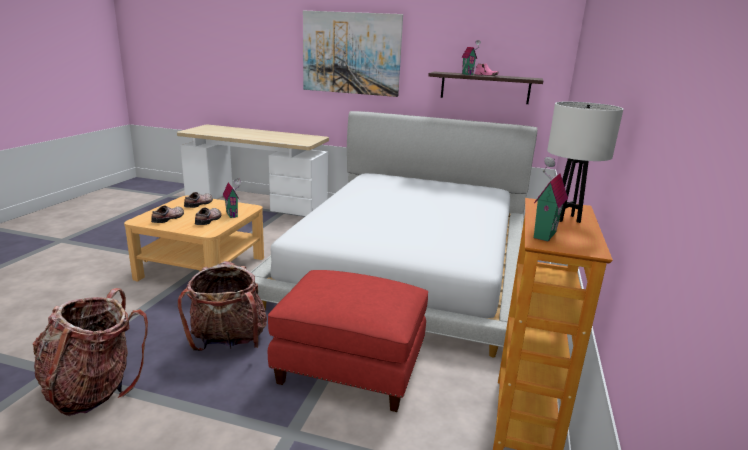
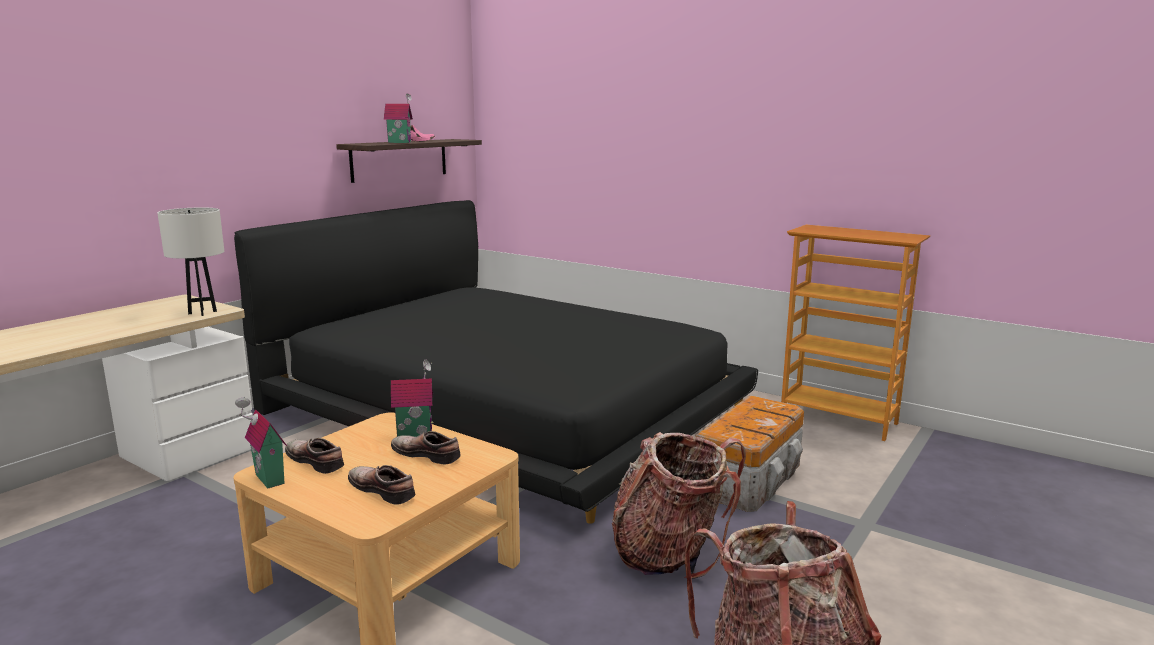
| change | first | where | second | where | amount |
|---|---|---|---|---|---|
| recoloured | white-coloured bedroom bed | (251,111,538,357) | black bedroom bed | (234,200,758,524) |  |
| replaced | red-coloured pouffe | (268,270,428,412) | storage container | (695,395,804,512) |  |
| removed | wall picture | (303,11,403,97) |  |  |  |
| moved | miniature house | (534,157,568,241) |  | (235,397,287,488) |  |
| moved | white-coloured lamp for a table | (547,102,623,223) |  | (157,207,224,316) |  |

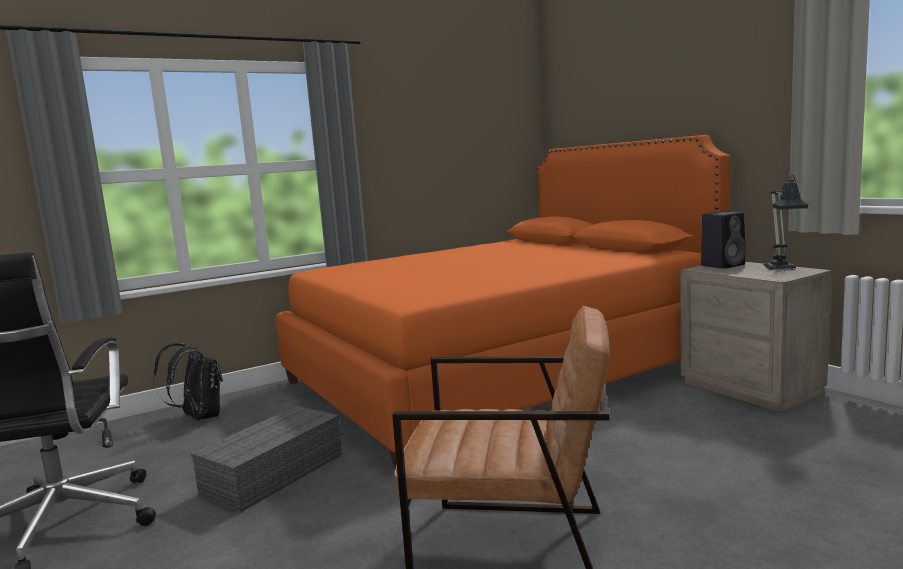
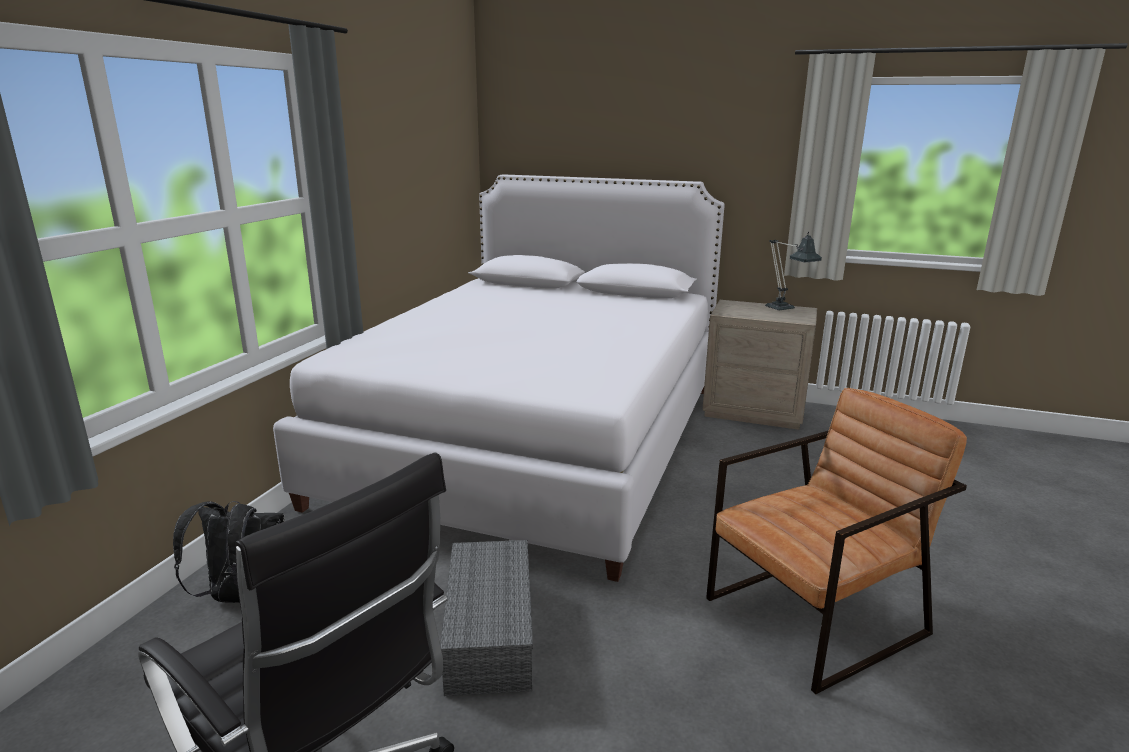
| change | first | where | second | where | amount |
|---|---|---|---|---|---|
| recoloured | orangey bedroom bed | (275,135,730,470) | white-coloured bedroom bed | (273,174,725,582) |  |
| removed | black audio speaker | (701,211,746,269) |  |  |  |

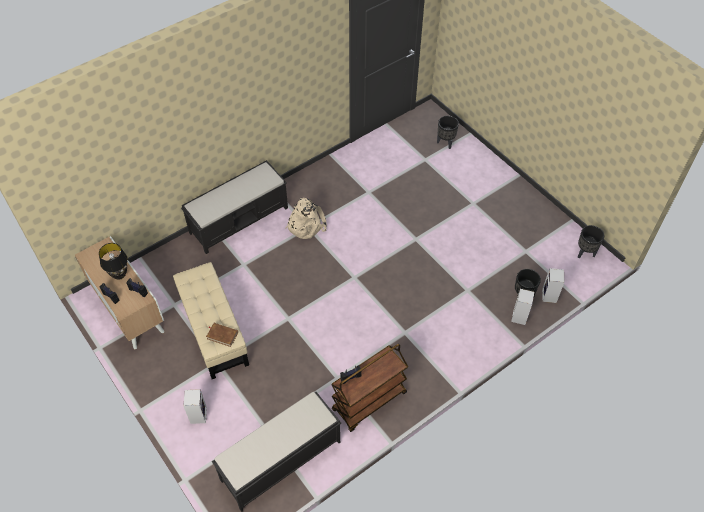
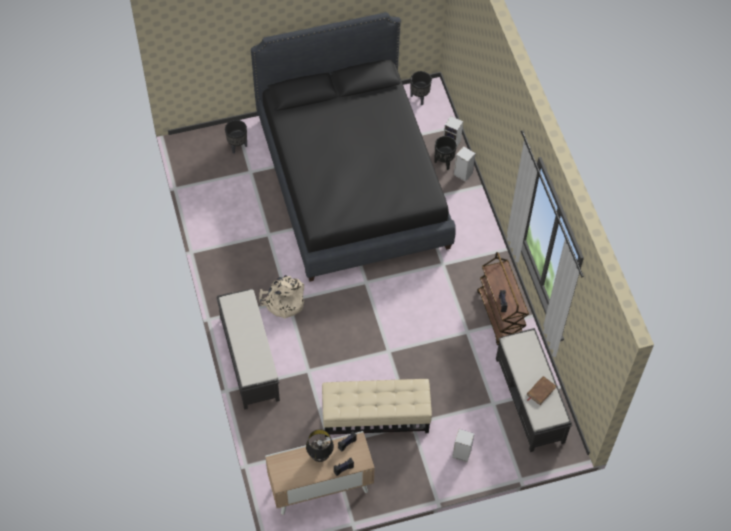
| change | first | where | second | where | amount |
|---|---|---|---|---|---|
| moved | brown-coloured book | (206,323,238,347) |  | (527,376,556,405) |  |
| added |  |  | black bedroom bed | (251,12,456,282) |  |

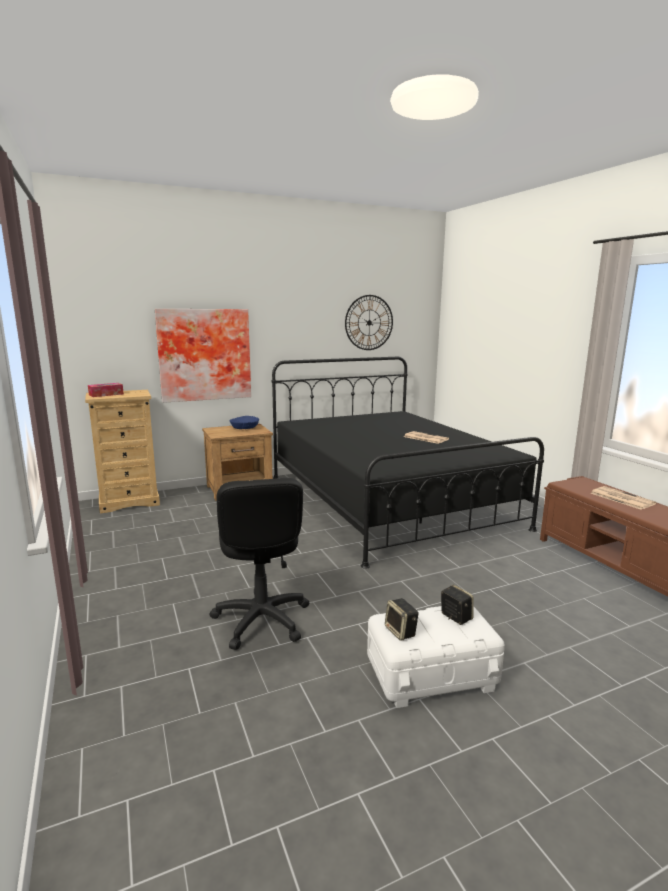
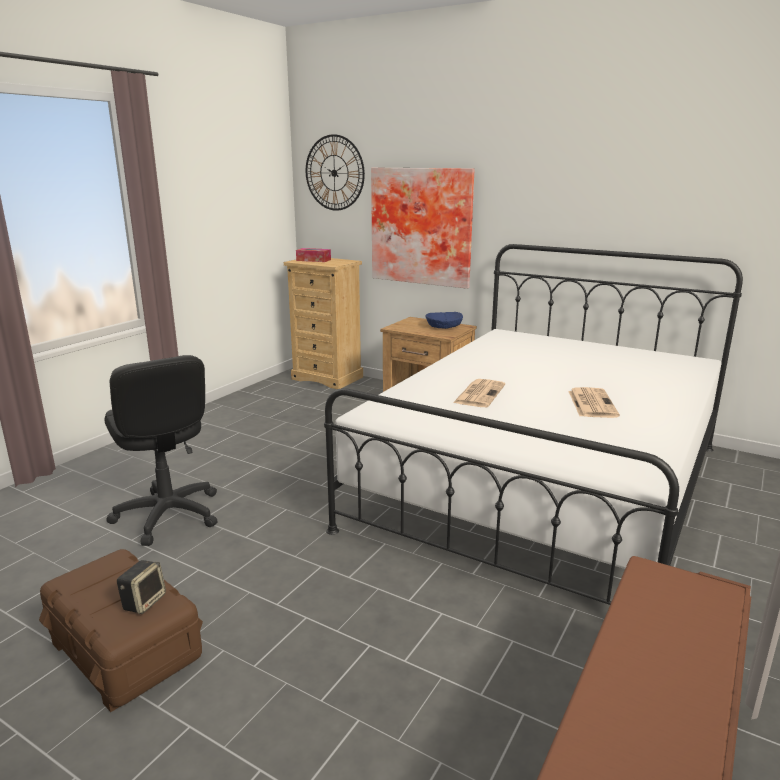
| change | first | where | second | where | amount |
|---|---|---|---|---|---|
| turned | black office chair | (210,478,309,650) |  | (104,355,217,546) | 75 degrees counterclockwise |
| recoloured | black bedroom bed | (272,357,544,569) | white-coloured bedroom bed | (324,244,743,605) |  |
| moved | clock on the wall | (345,295,393,350) |  | (306,134,365,211) |  |
| recoloured | white-coloured storage container | (367,606,505,708) | brown-coloured storage container | (39,549,203,712) |  |
| removed | audio speaker | (385,598,419,641) |  |  |  |
| moved | printed paper | (591,486,657,510) |  | (453,379,505,407) |  |

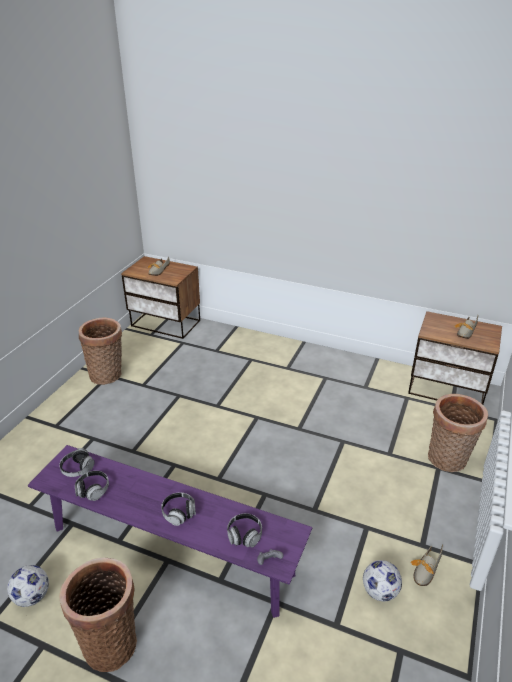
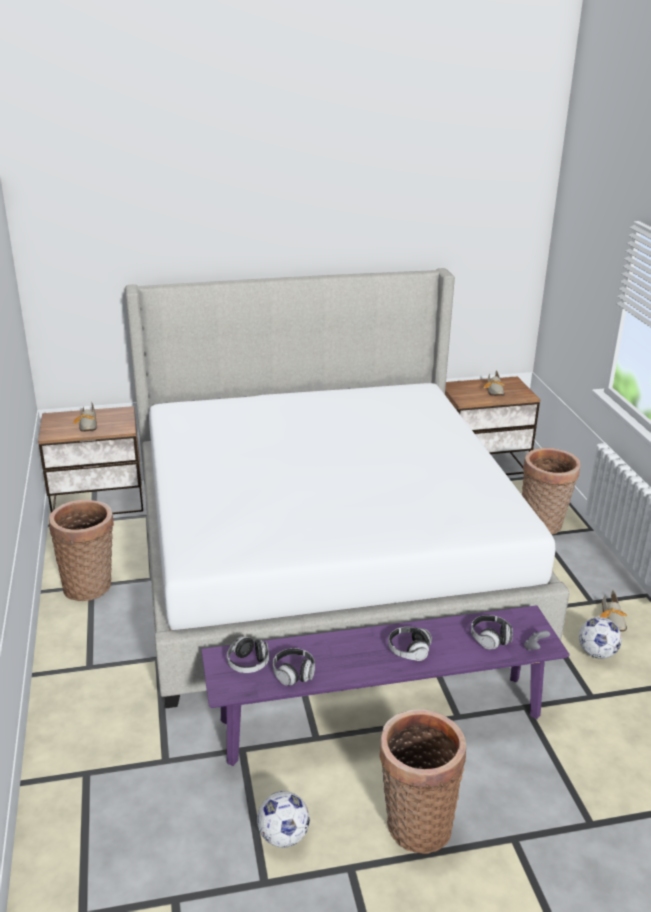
| change | first | where | second | where | amount |
|---|---|---|---|---|---|
| added |  |  | bedroom bed | (125,268,570,708) |  |

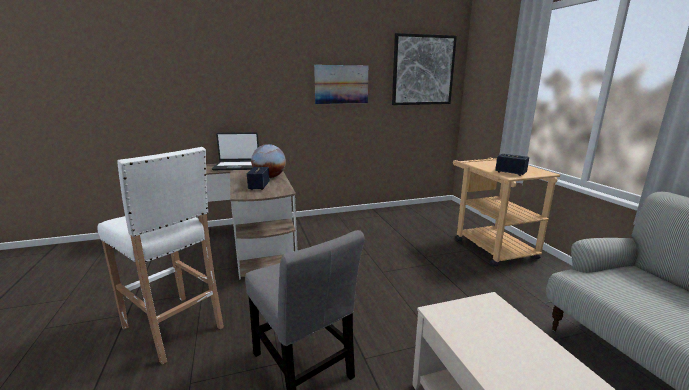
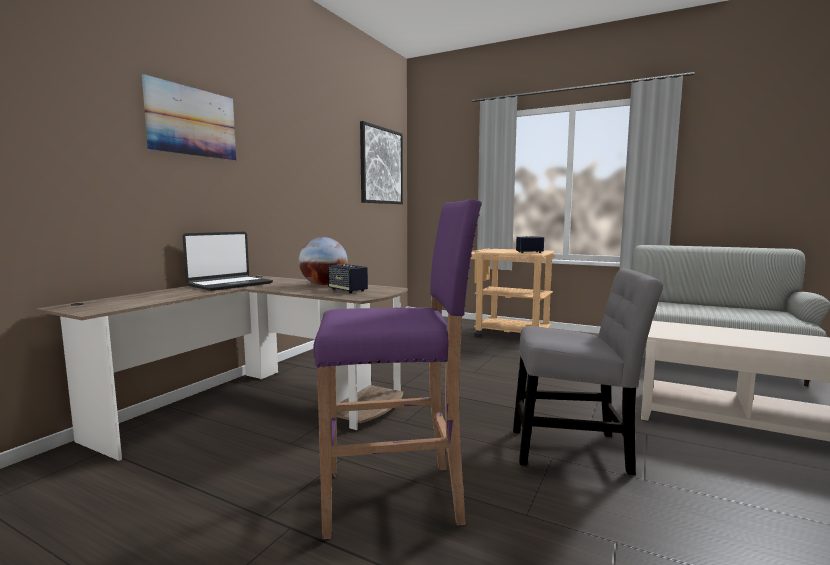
| change | first | where | second | where | amount |
|---|---|---|---|---|---|
| recoloured | white-coloured stool seat | (97,147,224,365) | purple-coloured stool seat | (313,199,482,539) |  |
| moved | wall picture | (314,65,368,104) |  | (142,74,236,161) |  |

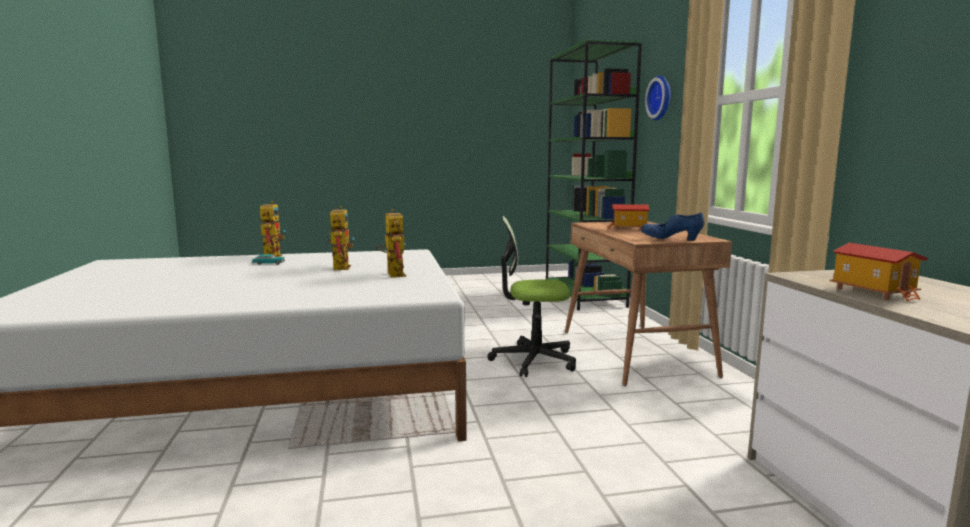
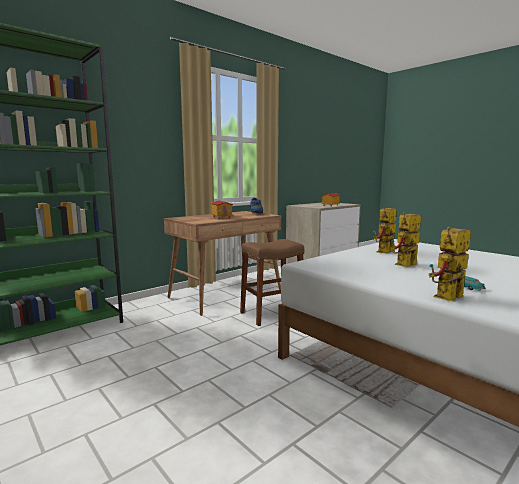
| change | first | where | second | where | amount |
|---|---|---|---|---|---|
| replaced | office chair | (487,216,576,377) | brown-coloured stool seat | (240,239,304,326) |  |
| removed | clock on the wall | (645,75,671,120) |  |  |  |

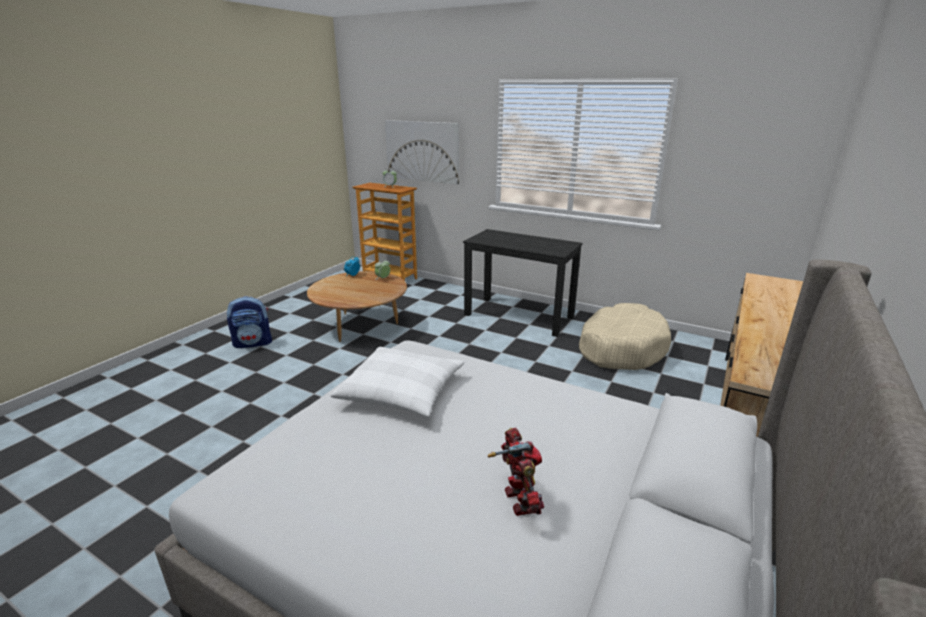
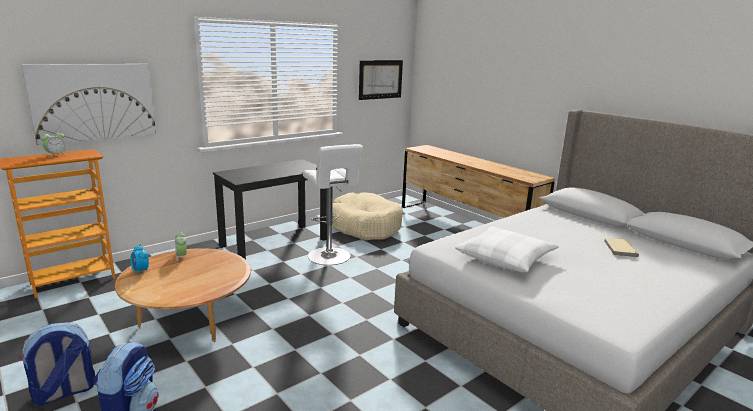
| change | first | where | second | where | amount |
|---|---|---|---|---|---|
| replaced | model robot | (488,428,544,516) | beige book | (604,238,639,257) |  |
| added |  |  | backpack | (19,323,95,405) |  |
| added |  |  | white-coloured stool seat | (302,144,363,265) |  |
| added |  |  | wall picture | (359,60,403,100) |  |

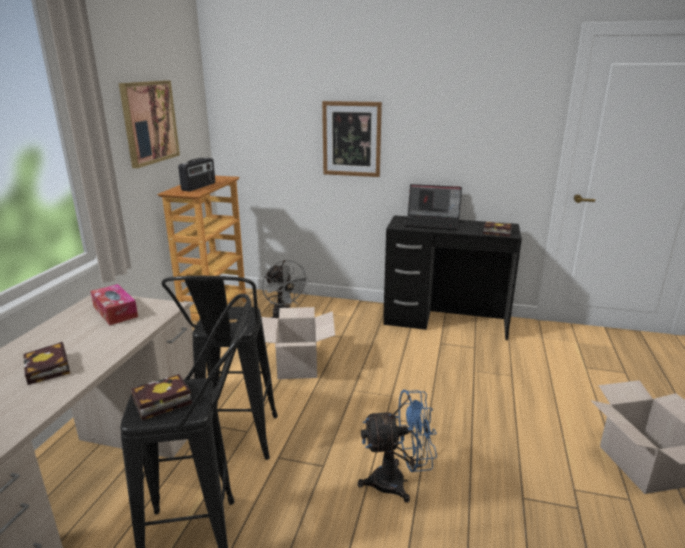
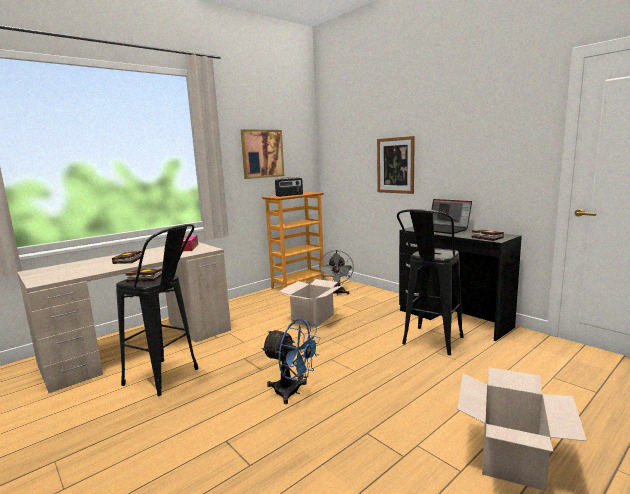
| change | first | where | second | where | amount |
|---|---|---|---|---|---|
| moved | black stool seat | (161,276,278,460) |  | (397,209,464,355) |  |

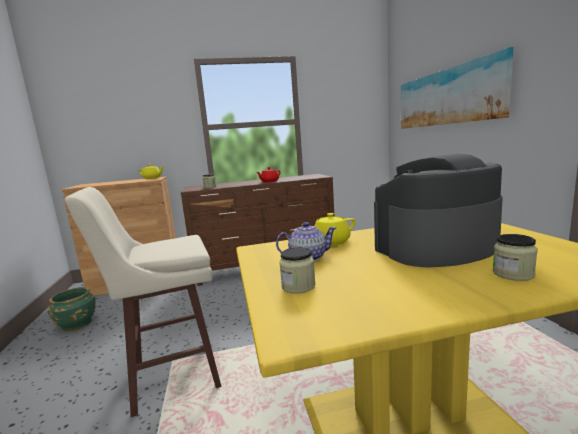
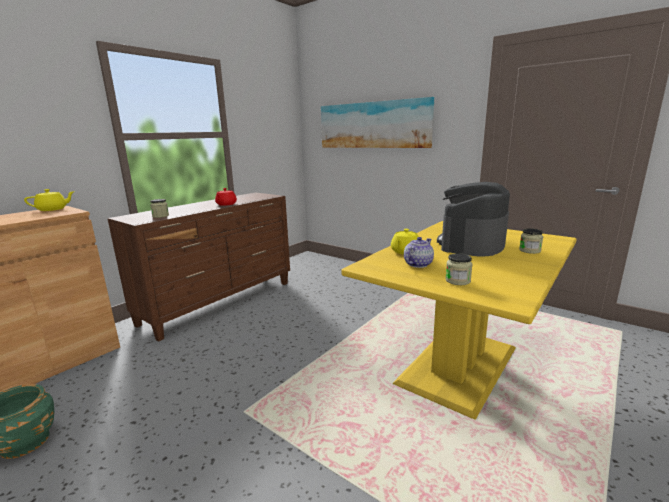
| change | first | where | second | where | amount |
|---|---|---|---|---|---|
| removed | beige stool seat | (65,187,221,417) |  |  |  |

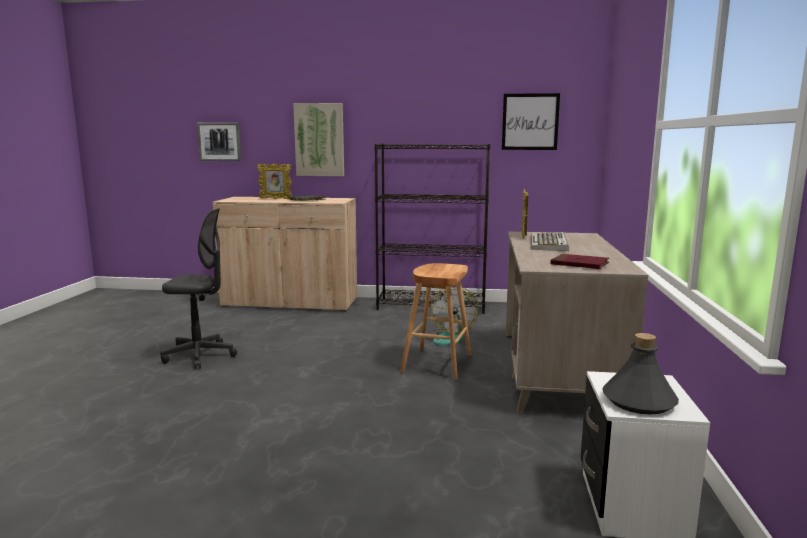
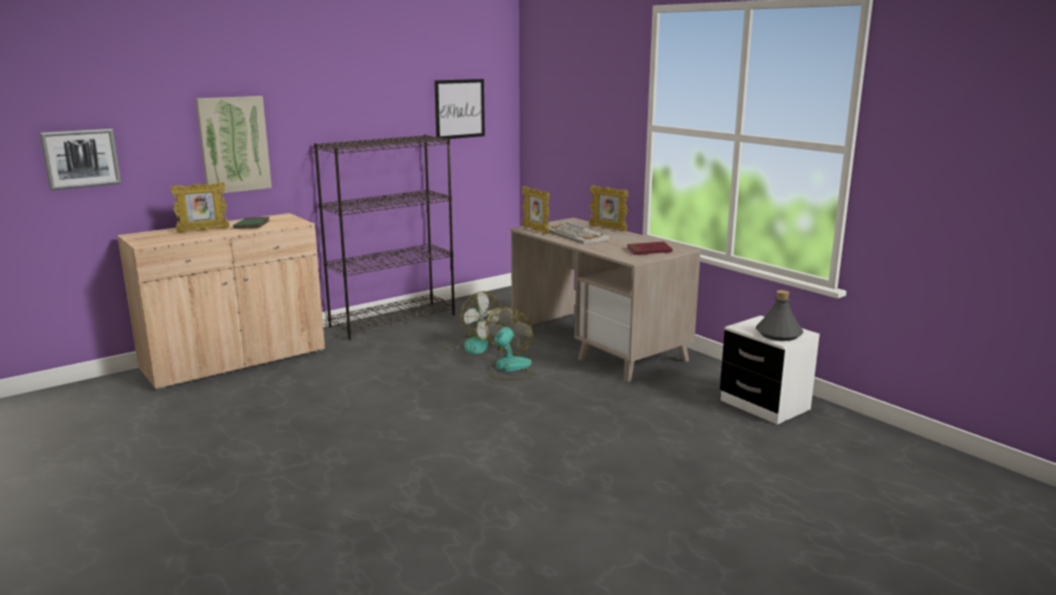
| change | first | where | second | where | amount |
|---|---|---|---|---|---|
| removed | greyish office chair | (160,208,237,369) |  |  |  |
| replaced | brown-coloured stool seat | (400,263,472,380) | electric fan | (485,308,535,380) |  |
| added |  |  | standing frame | (589,185,628,231) |  |

